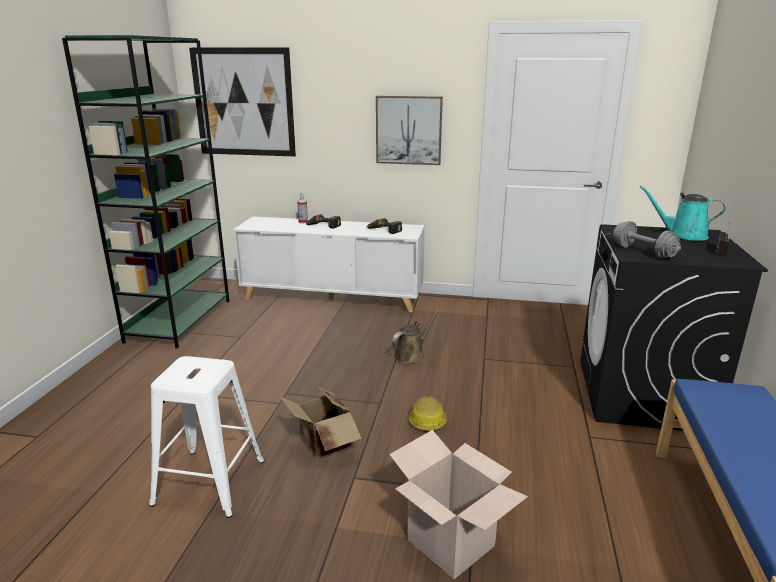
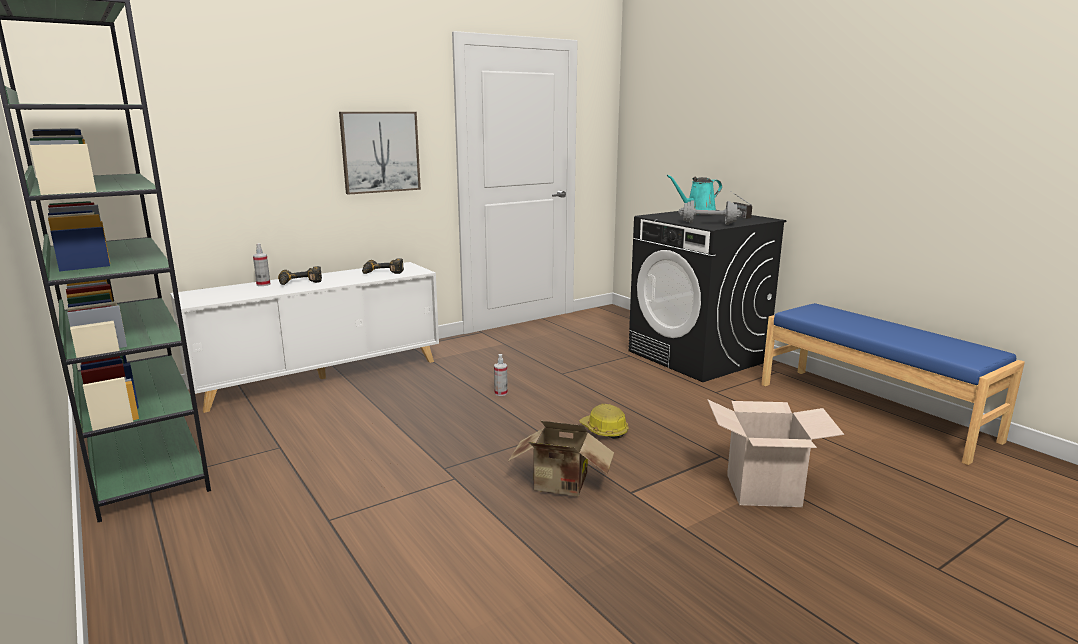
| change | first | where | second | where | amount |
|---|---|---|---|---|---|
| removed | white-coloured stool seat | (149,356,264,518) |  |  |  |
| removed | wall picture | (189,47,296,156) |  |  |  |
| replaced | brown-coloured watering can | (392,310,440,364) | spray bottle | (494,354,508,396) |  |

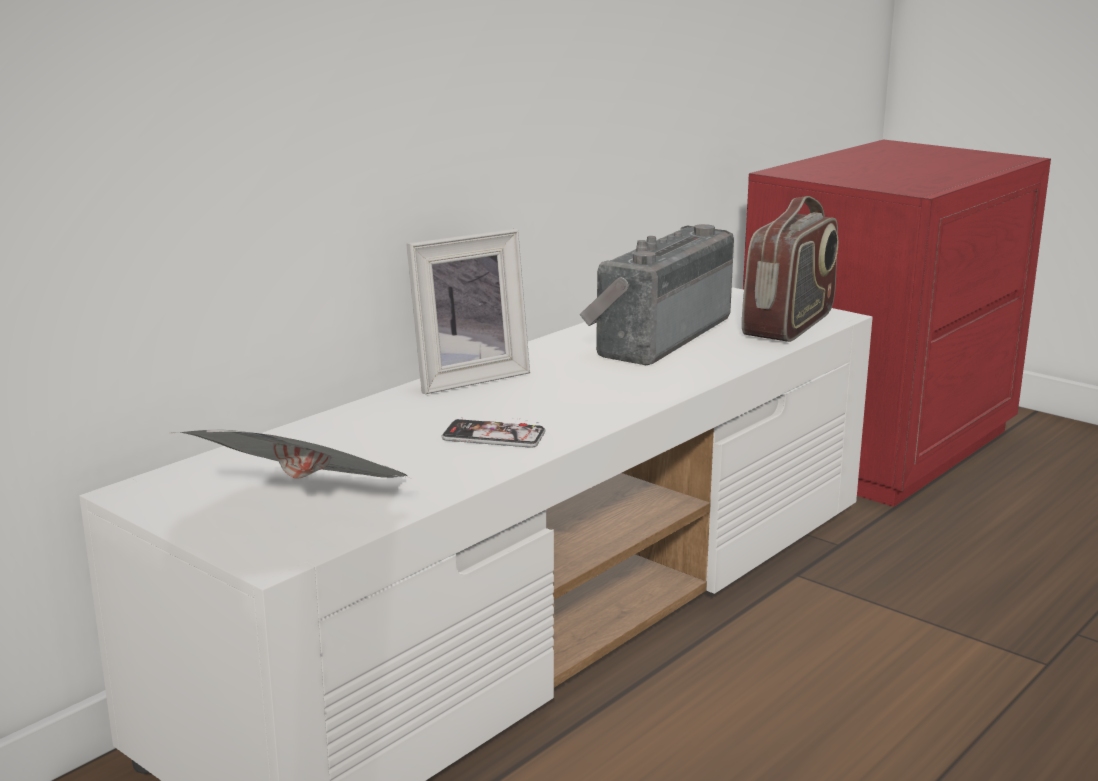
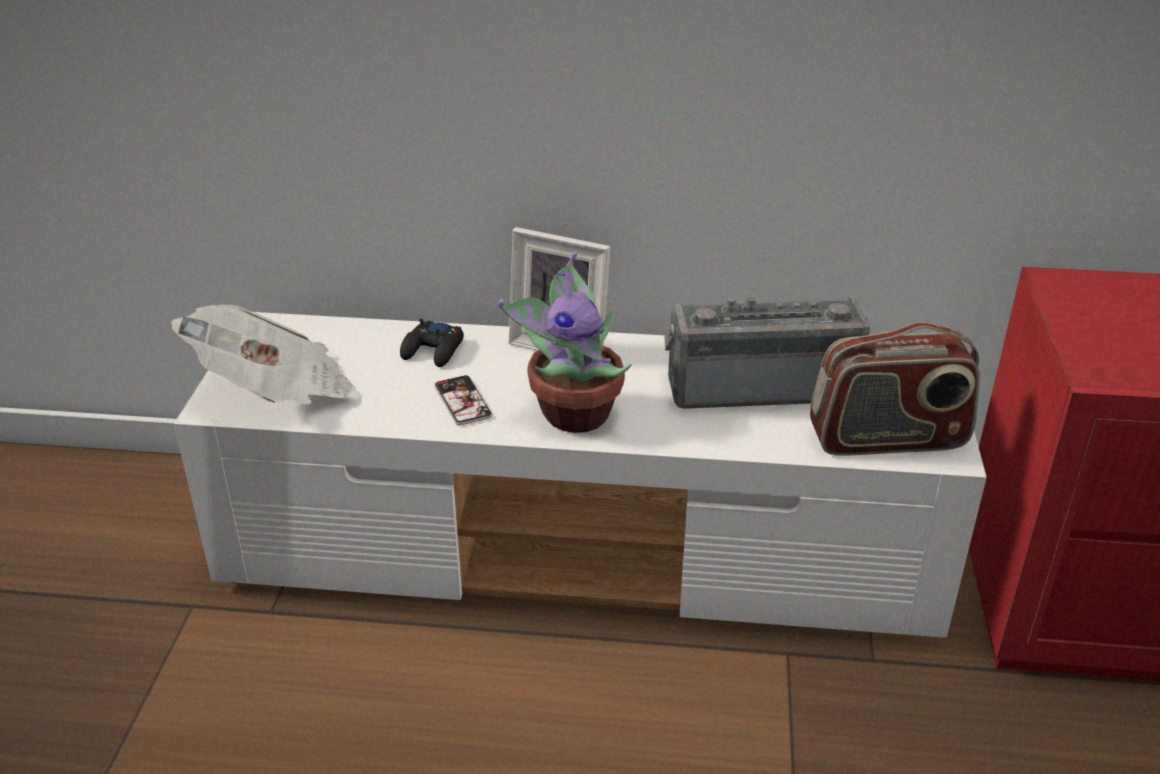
| change | first | where | second | where | amount |
|---|---|---|---|---|---|
| added |  |  | black gamepad | (400,319,464,367) |  |
| added |  |  | potted plant | (498,252,632,433) |  |

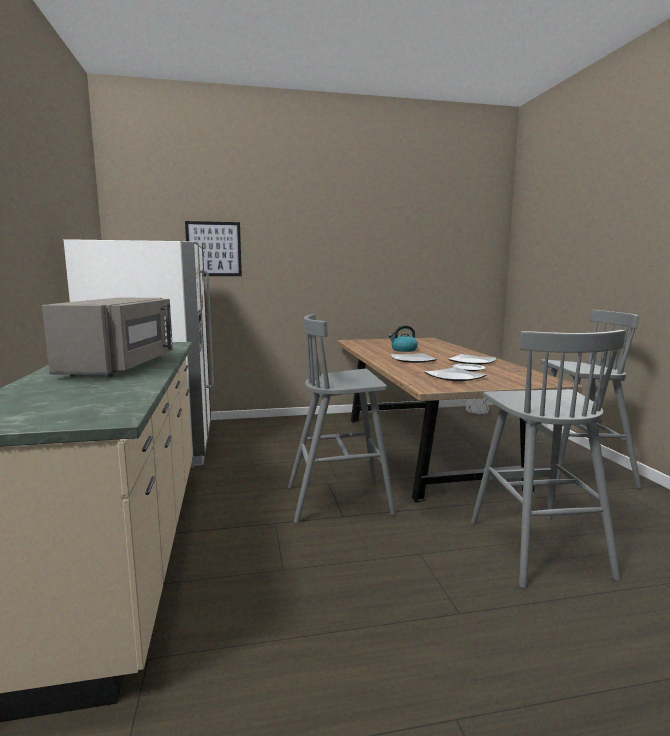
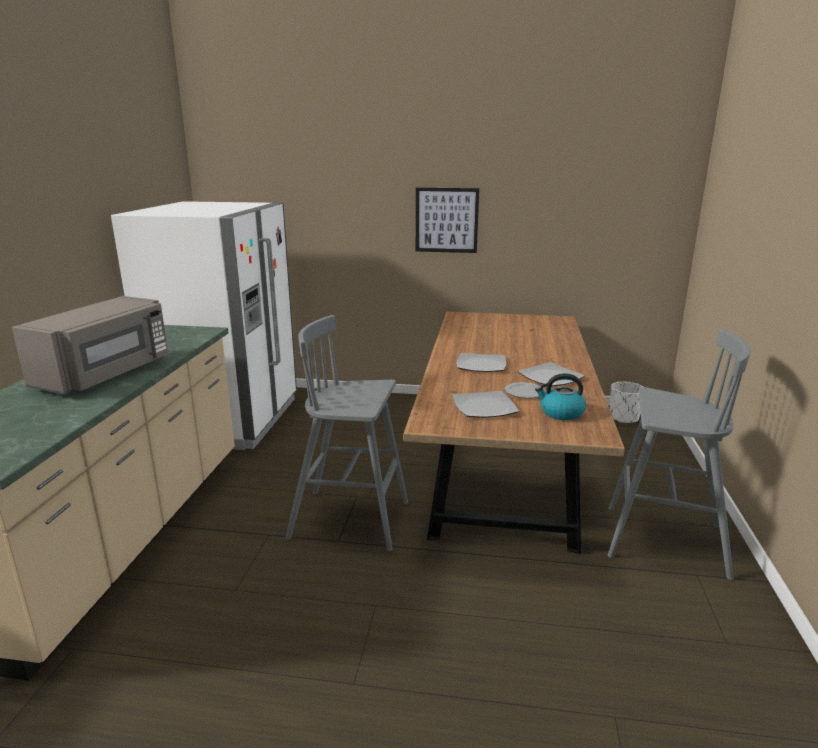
| change | first | where | second | where | amount |
|---|---|---|---|---|---|
| moved | wall picture | (185,221,242,276) |  | (416,188,479,253) |  |
| moved | water kettle | (389,325,418,352) |  | (535,373,586,420) |  |
| removed | greyish stool seat | (471,330,626,588) |  |  |  |

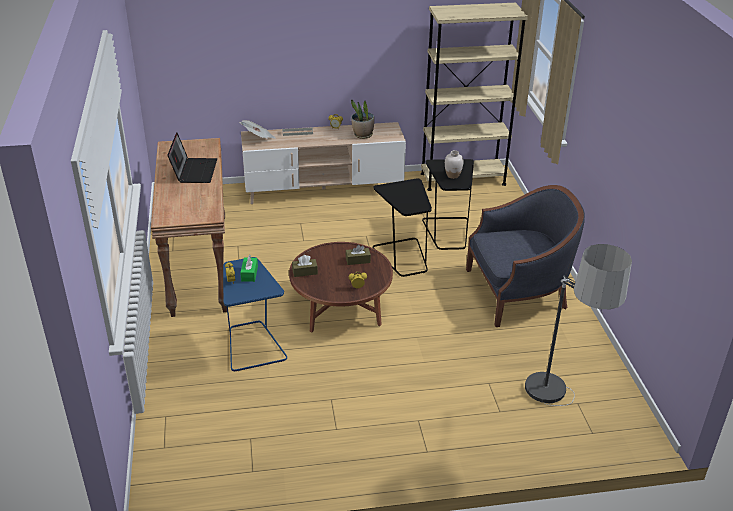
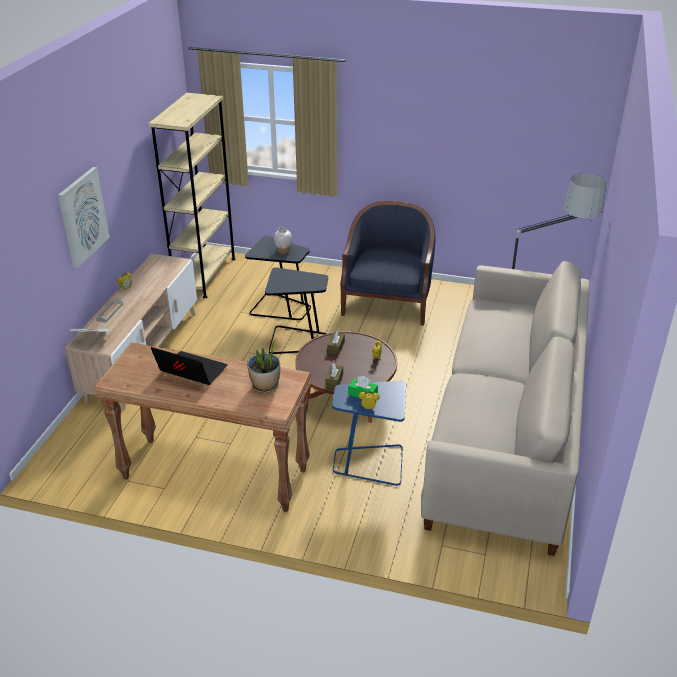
| change | first | where | second | where | amount |
|---|---|---|---|---|---|
| moved | potted plant | (351,99,374,139) |  | (247,339,280,393) |  |
| added |  |  | wall picture | (58,167,110,268) |  |
| added |  |  | beige sofa | (421,261,590,556) |  |

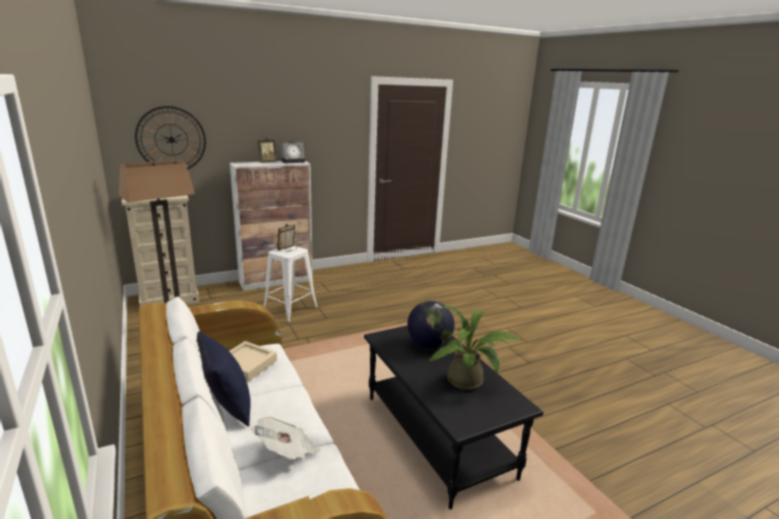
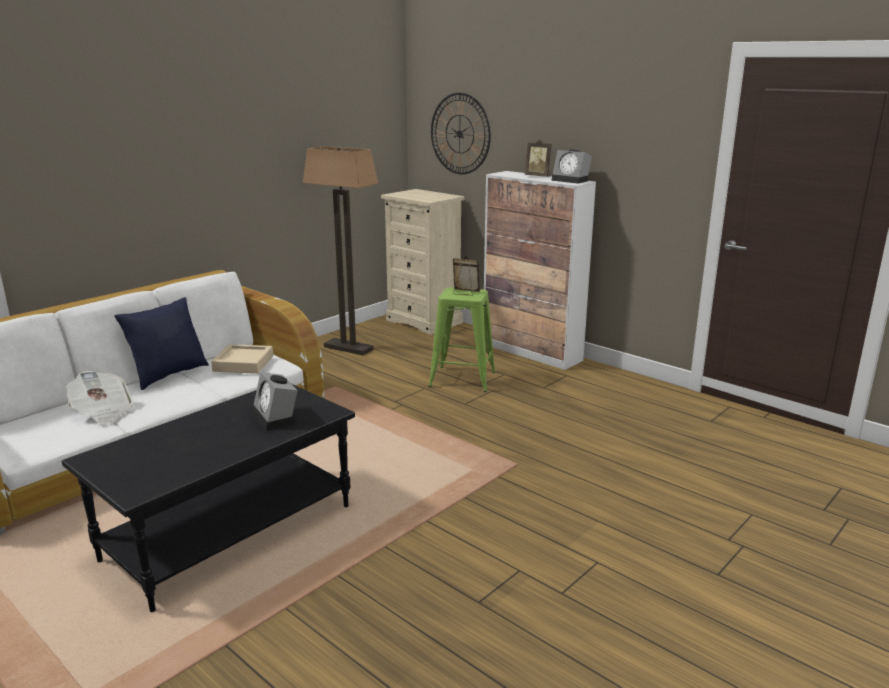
| change | first | where | second | where | amount |
|---|---|---|---|---|---|
| recoloured | white-coloured stool seat | (264,246,318,323) | green-coloured stool seat | (428,287,496,392) |  |
| replaced | desk globe | (407,301,455,348) | table clock | (252,372,298,431) |  |
| removed | potted plant | (428,305,522,390) |  |  |  |

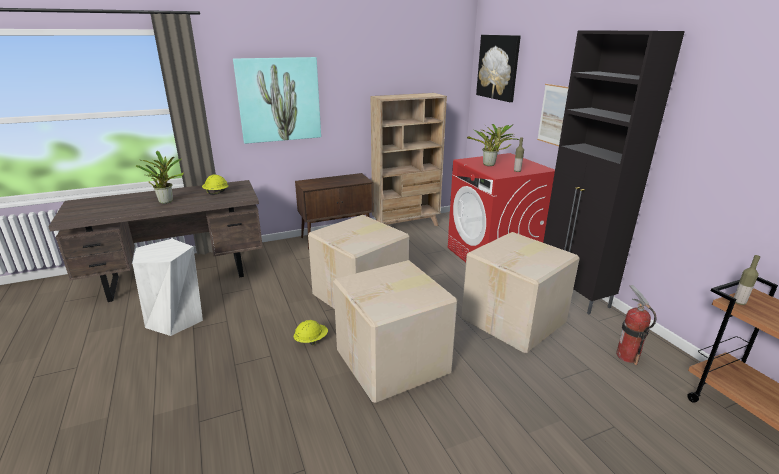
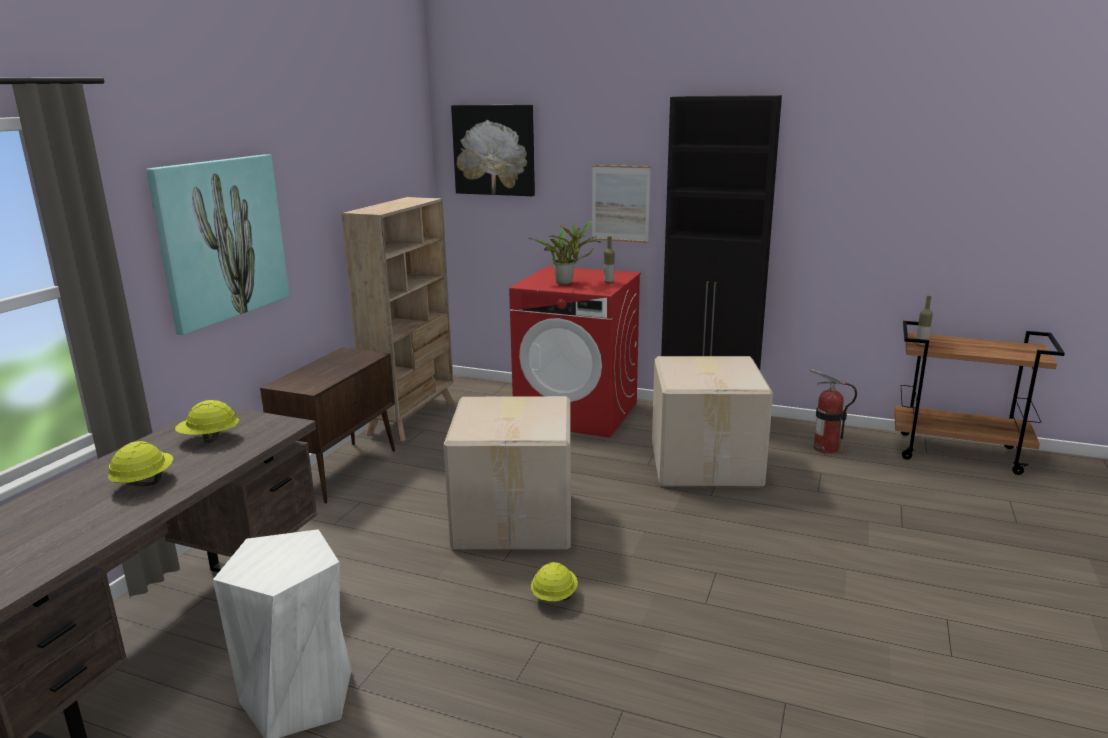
| change | first | where | second | where | amount |
|---|---|---|---|---|---|
| replaced | potted plant | (136,151,184,204) | yellow-coloured work helmet | (108,441,173,486) |  |
| removed | packing box | (333,260,458,403) |  |  |  |

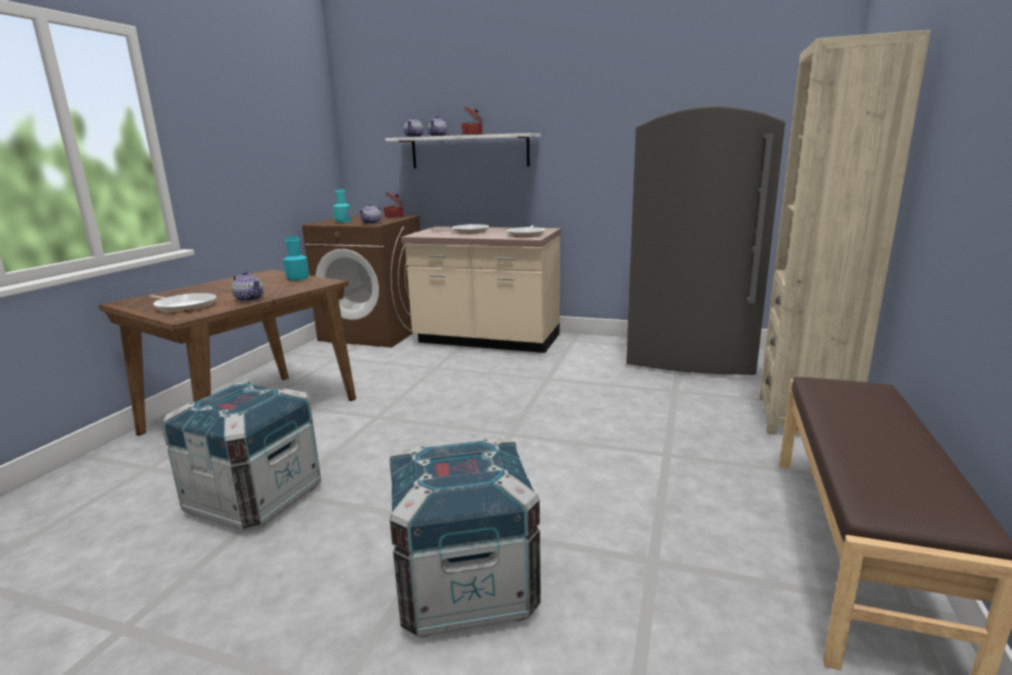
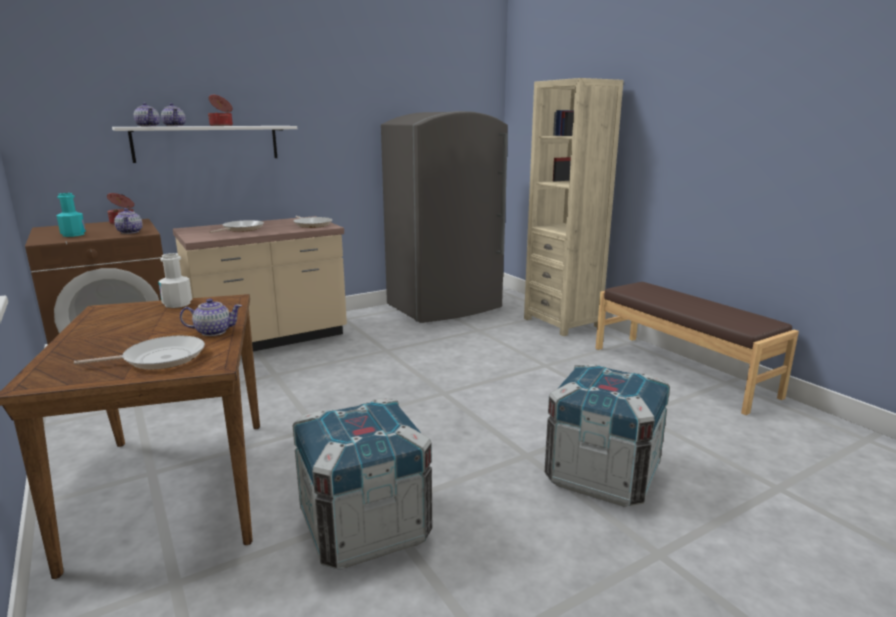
| change | first | where | second | where | amount |
|---|---|---|---|---|---|
| recoloured | blue-green beverage bottle | (283,236,309,281) | white-coloured beverage bottle | (158,253,192,308) |  |

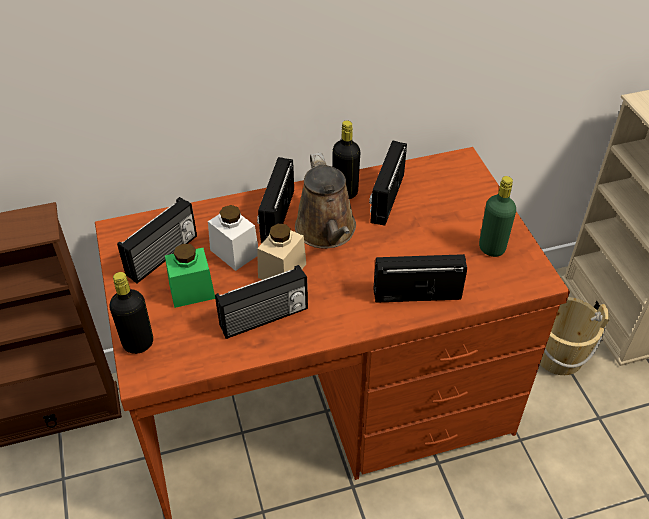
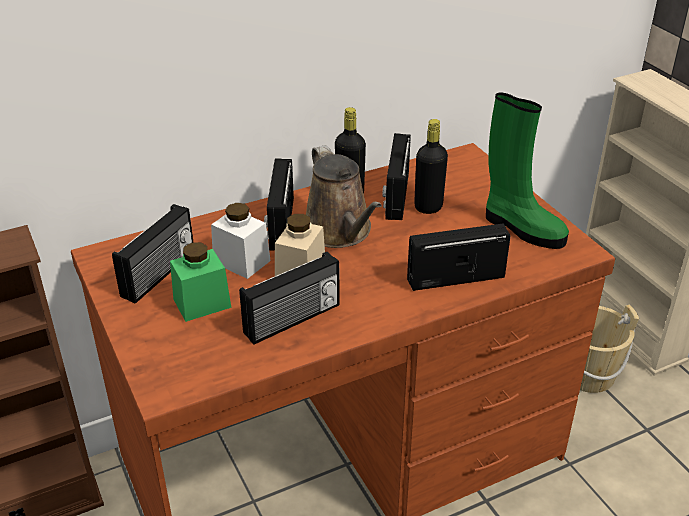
| change | first | where | second | where | amount |
|---|---|---|---|---|---|
| moved | black beverage bottle | (109,272,153,354) |  | (414,119,448,214) |  |
| replaced | green-coloured beverage bottle | (479,176,516,257) | green-coloured boot | (486,92,569,249) |  |

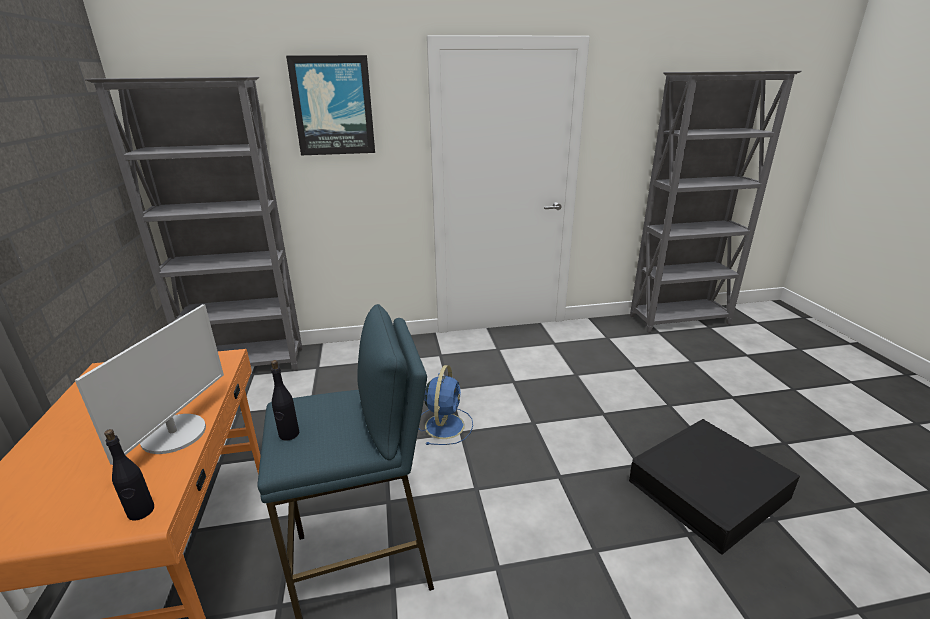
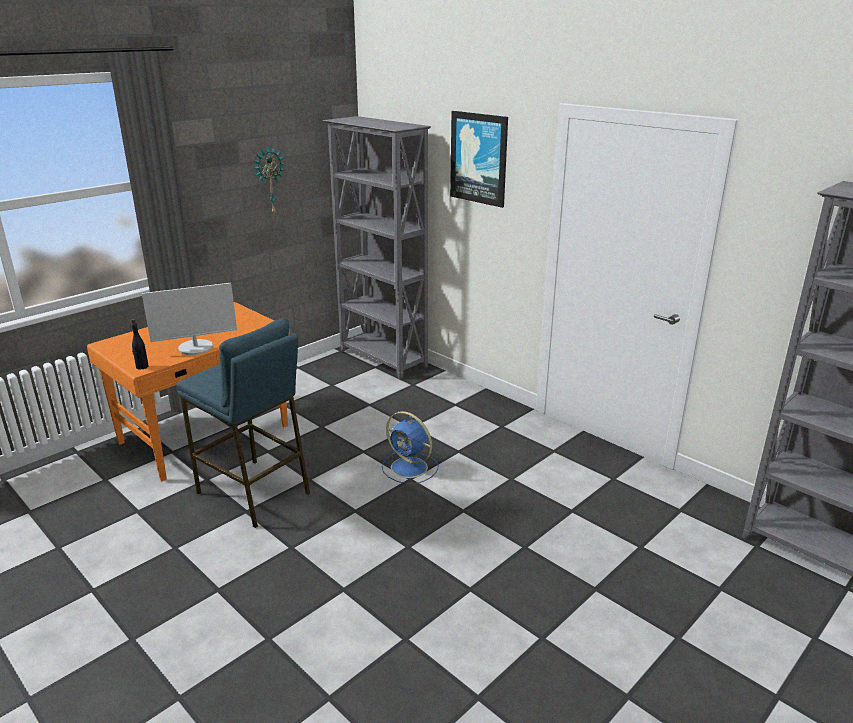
| change | first | where | second | where | amount |
|---|---|---|---|---|---|
| removed | black beverage bottle | (271,360,299,441) |  |  |  |
| turned | bluish electric fan | (419,365,473,445) |  | (382,411,438,484) | 60 degrees clockwise |
| removed | black storage container | (629,419,800,555) |  |  |  |
| added |  |  | clock on the wall | (253,147,286,214) |  |

